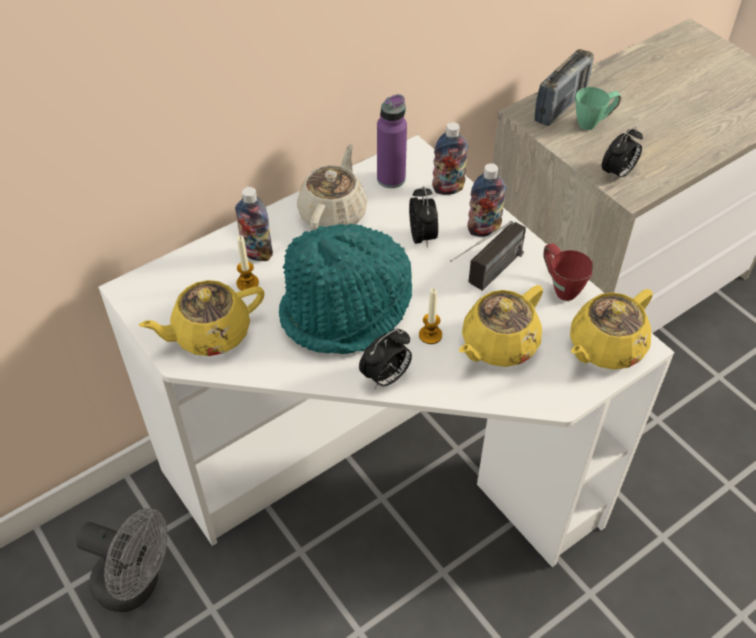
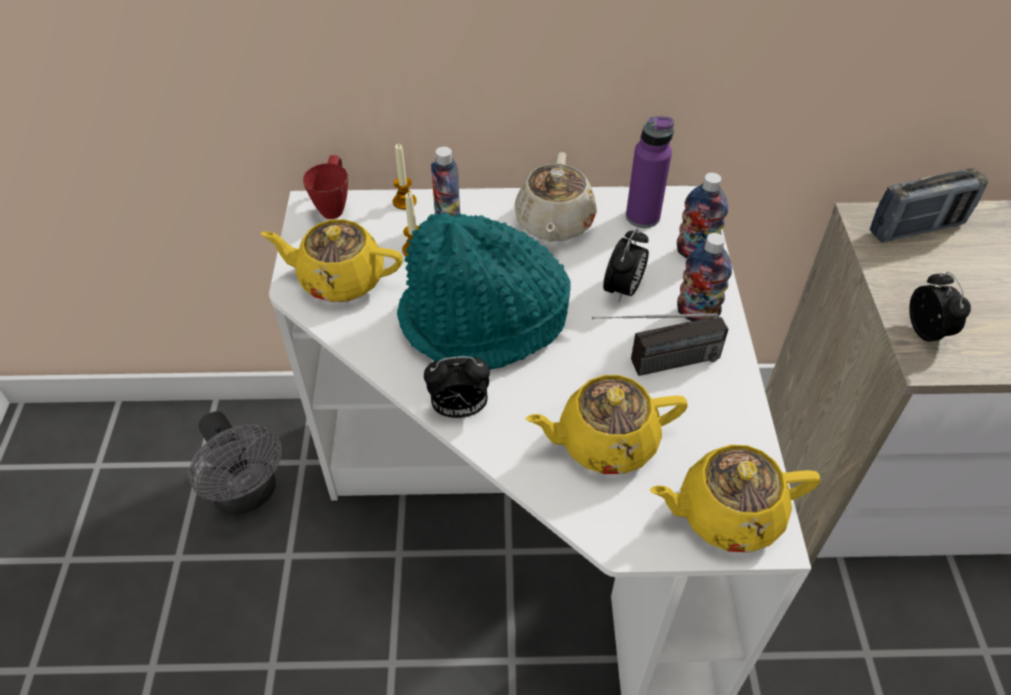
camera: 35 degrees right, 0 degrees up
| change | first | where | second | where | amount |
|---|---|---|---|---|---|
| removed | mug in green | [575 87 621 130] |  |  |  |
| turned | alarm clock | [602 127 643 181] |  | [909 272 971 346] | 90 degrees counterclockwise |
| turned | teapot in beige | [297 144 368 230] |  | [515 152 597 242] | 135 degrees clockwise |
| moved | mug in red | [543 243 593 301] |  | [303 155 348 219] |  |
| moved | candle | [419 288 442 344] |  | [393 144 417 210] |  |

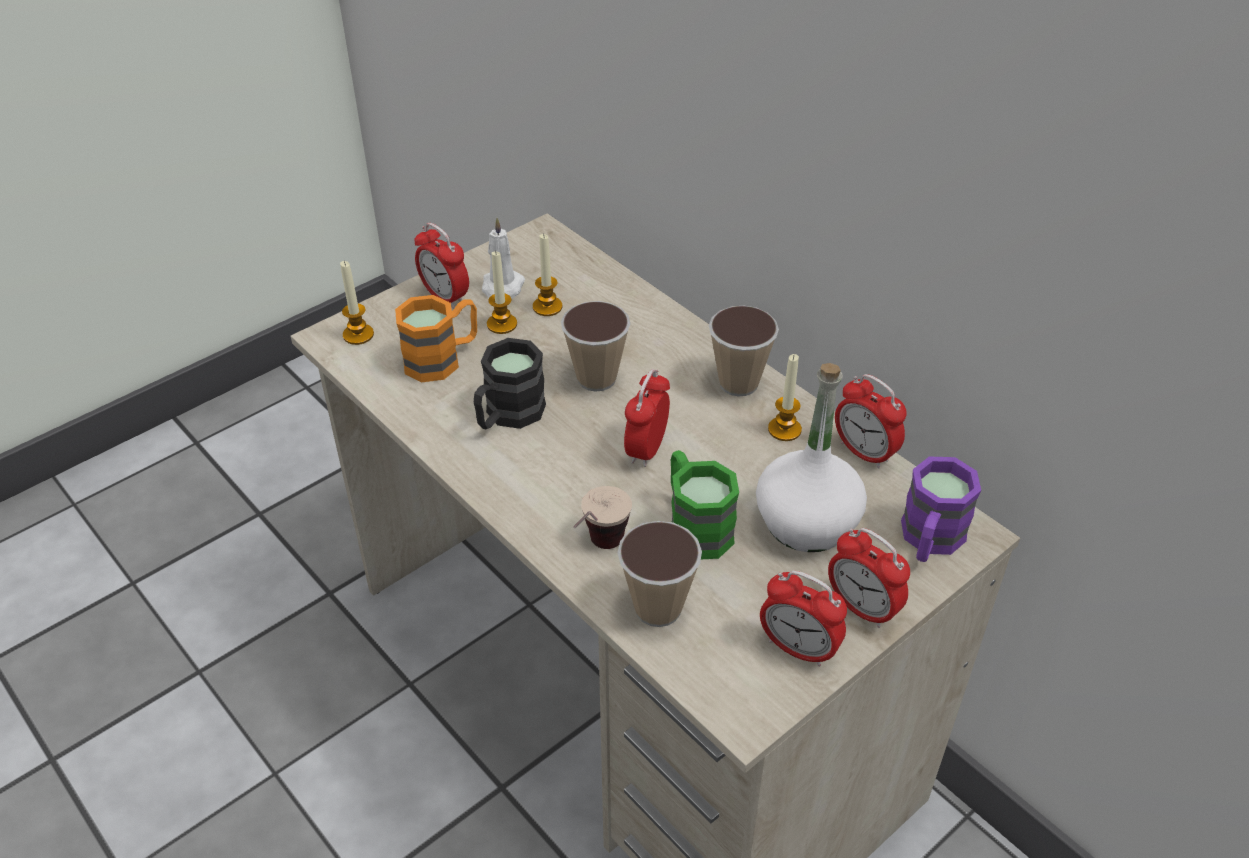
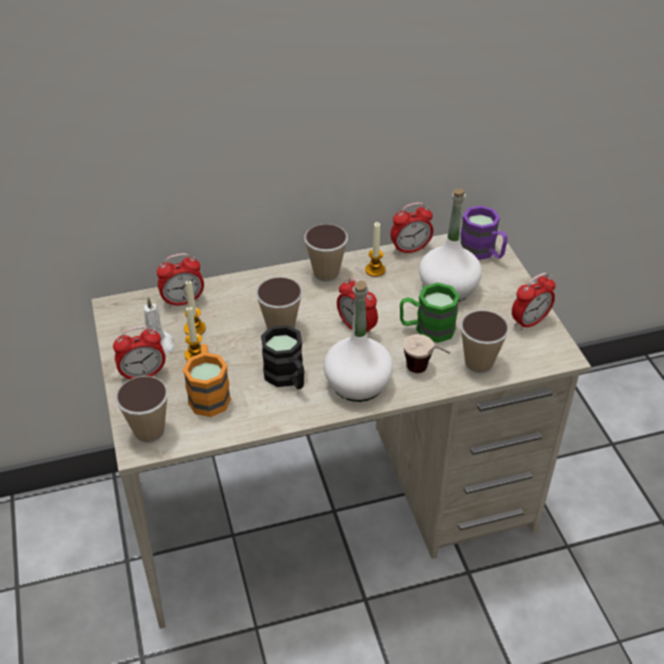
camera: 65 degrees left, 0 degrees up
| change | first | where | second | where | amount |
|---|---|---|---|---|---|
| replaced | candle | [340 261 374 345] | cup | [115 376 168 443] |  |
| moved | alarm clock | [828 528 910 628] |  | [157 253 204 308] |  |
| added |  |  | bottle in white | [323 280 393 402] |  |

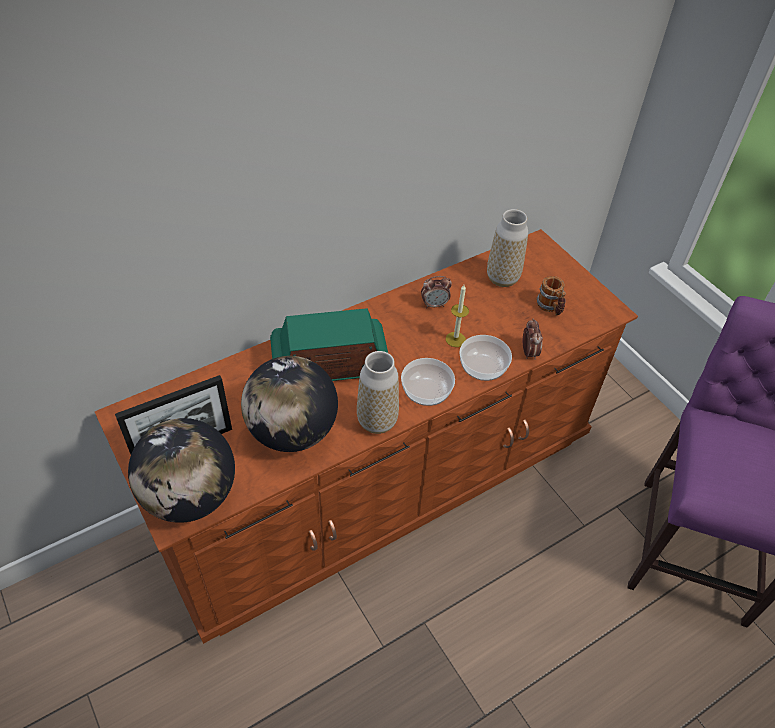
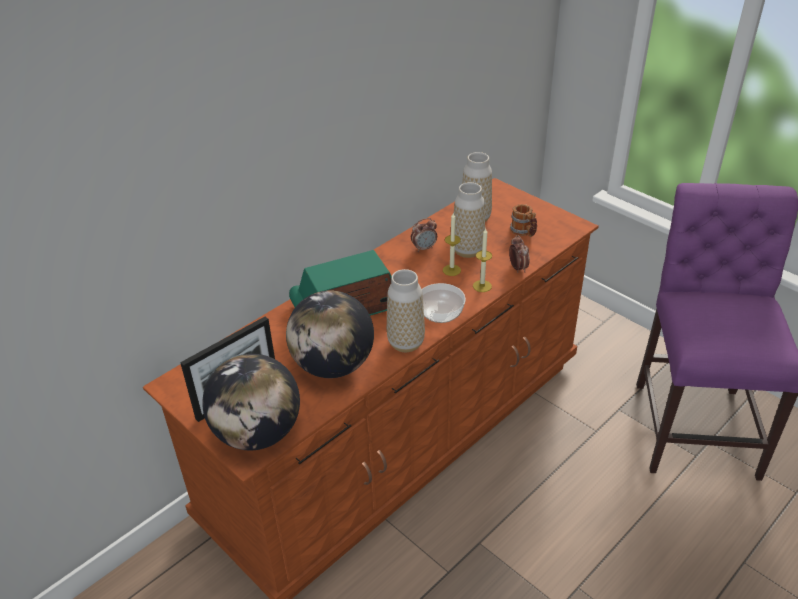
camera: 10 degrees left, 10 degrees down
| change | first | where | second | where | amount |
|---|---|---|---|---|---|
| replaced | bowl | [459 335 512 381] | candle | [473 228 492 292] |  |
| added |  |  | vase | [454 182 485 258] |  |

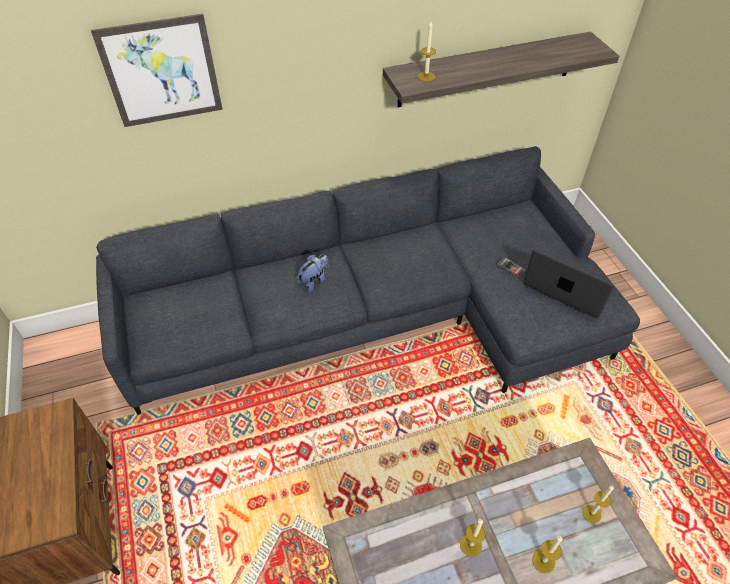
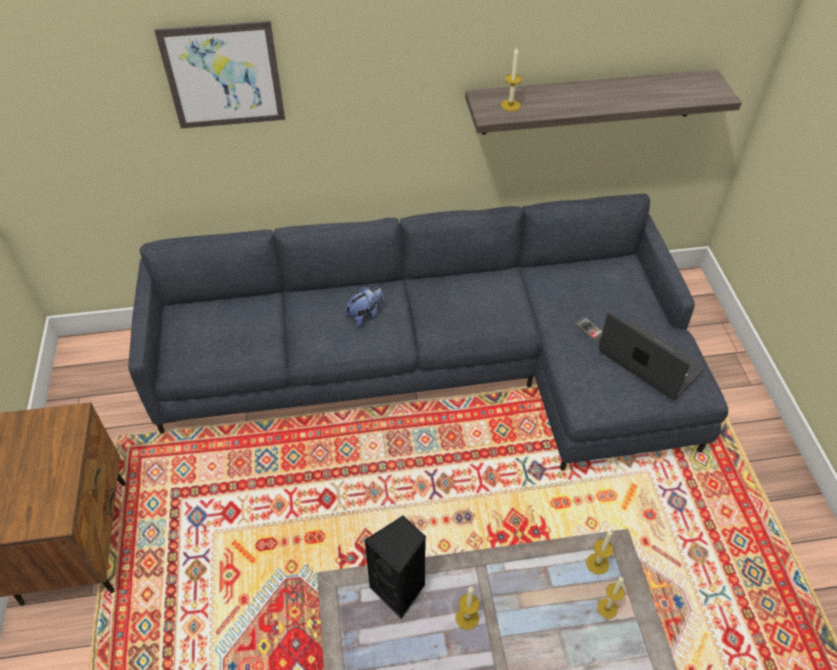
camera: 10 degrees right, 0 degrees up
| change | first | where | second | where | amount |
|---|---|---|---|---|---|
| moved | candle | [532 536 562 573] |  | [586 530 614 574] |  |
| added |  |  | speaker in black | [364 516 426 619] |  |

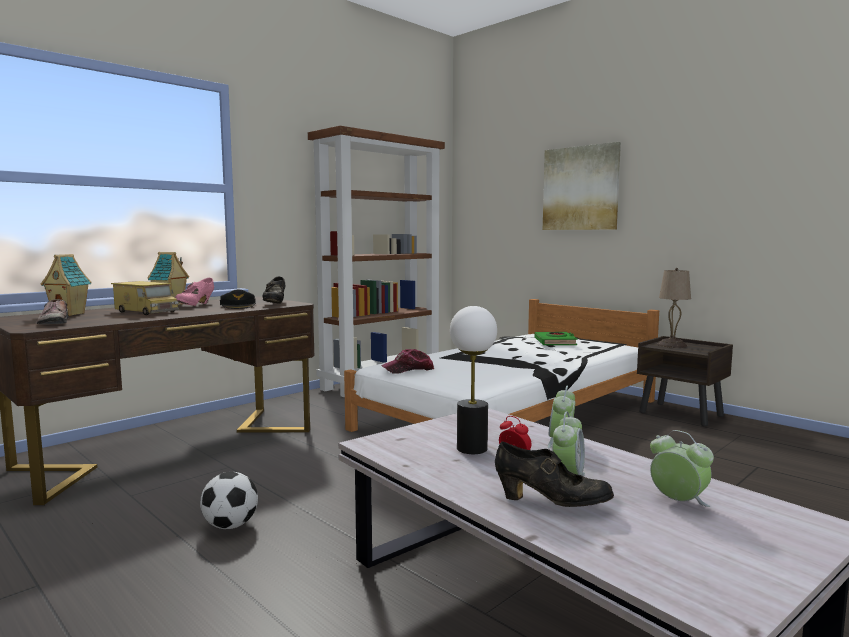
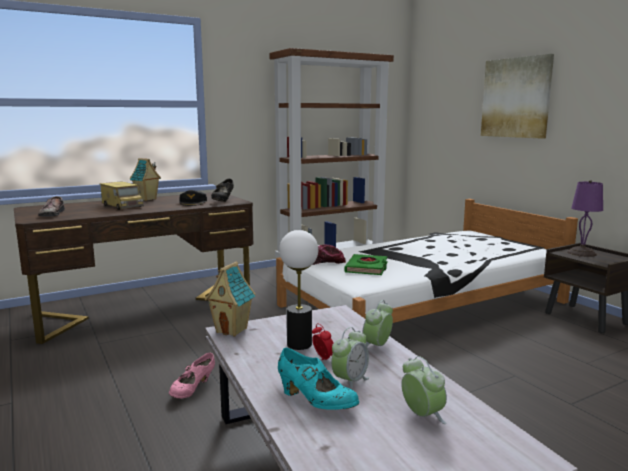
camera: 15 degrees right, 5 degrees up
| change | first | where | second | where | amount |
|---|---|---|---|---|---|
| moved | toy house | [40 254 92 316] |  | [205 261 256 337] |  |
| recoloured | table lamp in beige | [657 268 691 348] | table lamp in purple | [567 180 603 257] |  |
| moved | shoe in pink | [175 278 214 306] |  | [169 353 215 399] |  |
| moved | book in green | [534 332 578 345] |  | [344 254 388 275] |  |
| recoloured | shoe in black | [495 442 614 507] | shoe in turquoise | [278 348 359 410] |  |
| removed | football | [200 472 258 529] |  |  |  |

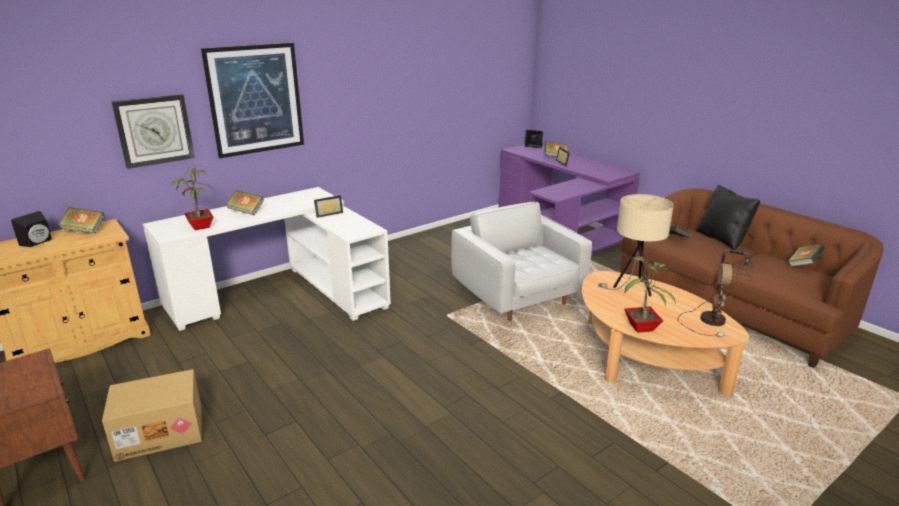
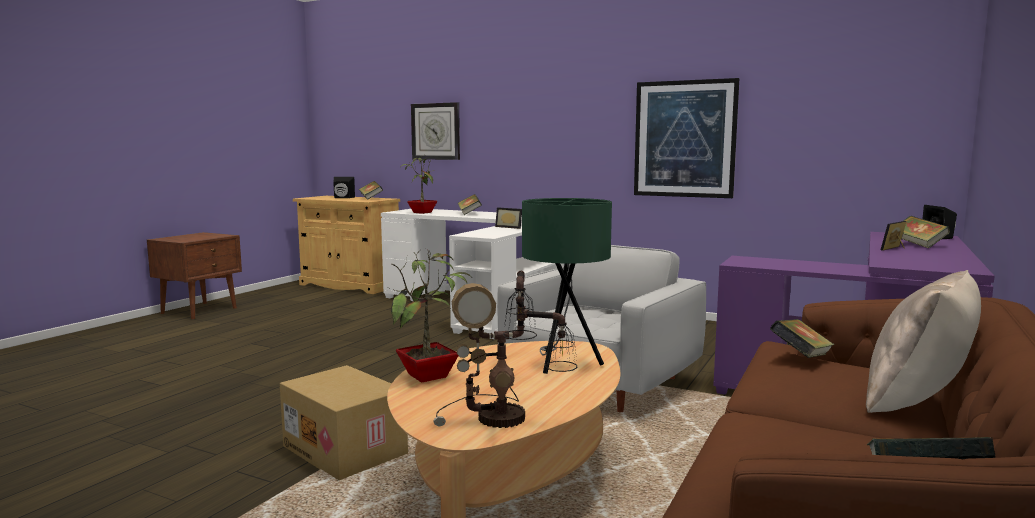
camera: 65 degrees right, 15 degrees down
| change | first | where | second | where | amount |
|---|---|---|---|---|---|
| moved | picture | [201 43 304 158] |  | [634 78 739 198] |  |
| recoloured | pillow in black | [697 184 760 250] | pillow in beige | [866 270 981 413] |  |
| recoloured | table lamp in beige | [598 194 674 296] | table lamp in green | [522 198 612 374] |  |
| moved | cardboard box | [102 369 202 462] |  | [280 365 408 480] |  |

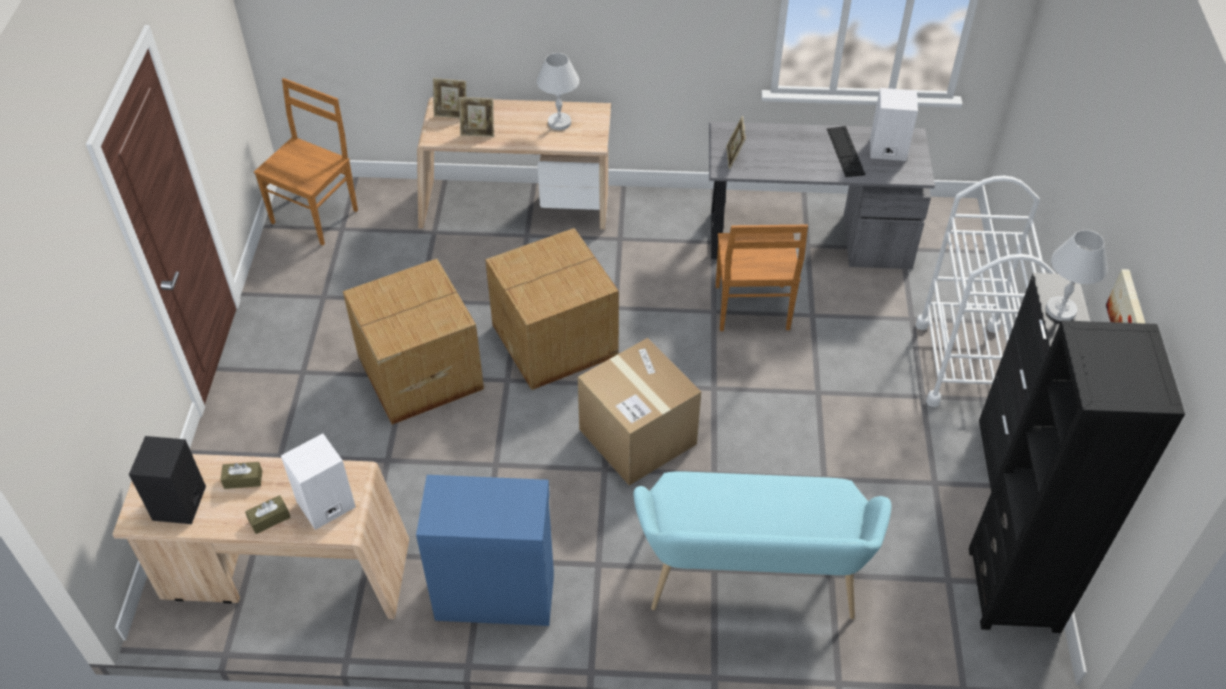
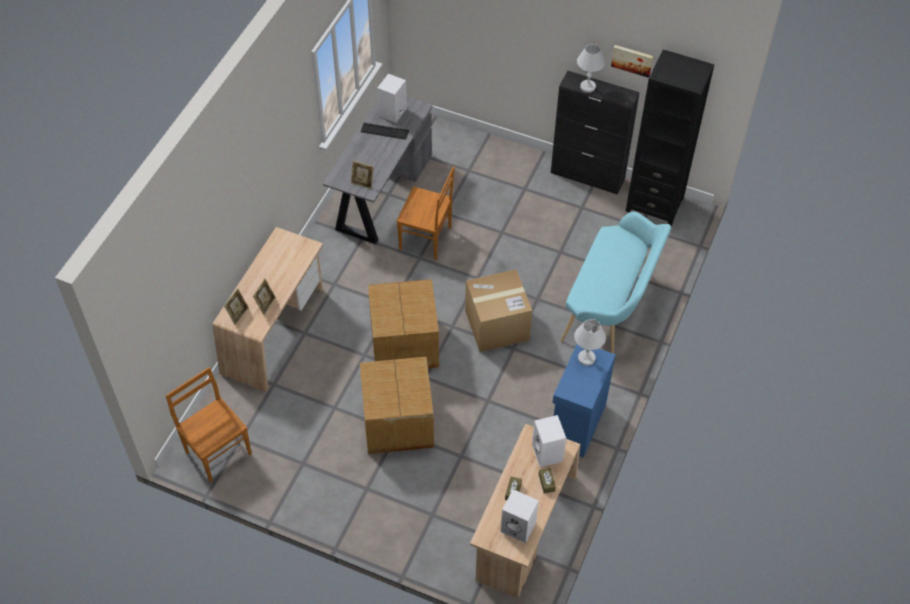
camera: 70 degrees left, 5 degrees up
| change | first | where | second | where | amount |
|---|---|---|---|---|---|
| moved | table lamp in white | [537 53 579 130] |  | [574 319 606 366] |  |
| removed | cart in white | [915 176 1057 407] |  |  |  |
| recoloured | speaker in black | [129 436 206 524] | speaker in white | [500 489 539 543] |  |

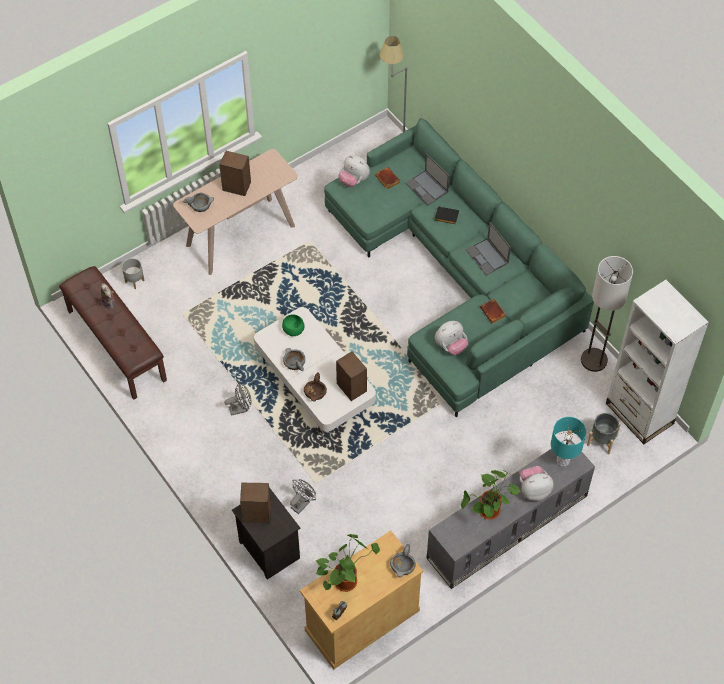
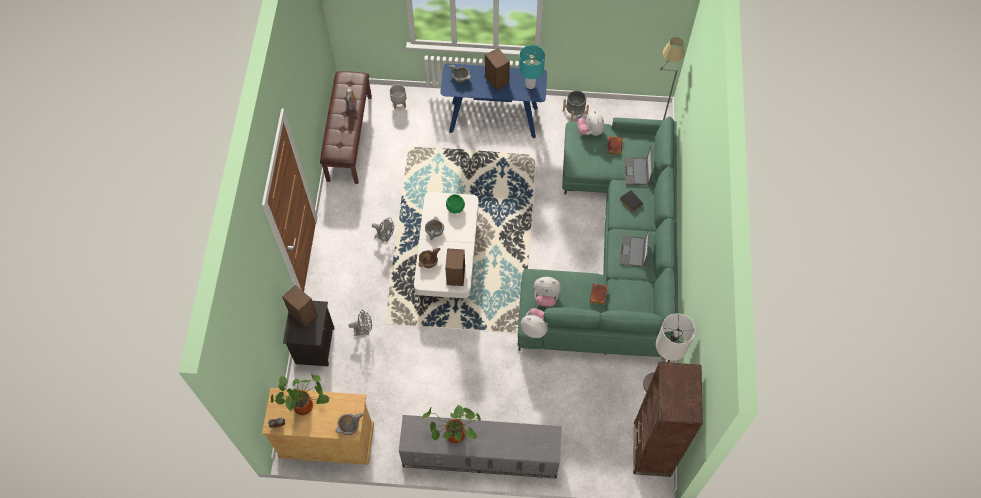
camera: 40 degrees right, 5 degrees up
| change | first | where | second | where | amount |
|---|---|---|---|---|---|
| recoloured | console table in beige | [173 149 298 275] | console table in blue | [440 64 547 138] |  |
| recoloured | bookcase in white | [606 280 709 444] | bookcase in brown | [633 362 703 477] |  |
| moved | planter in grey | [587 413 621 454] |  | [563 90 589 122] |  |
| moved | table lamp in turquoise | [551 417 586 466] |  | [519 45 545 89] |  |
| moved | plush toy | [519 466 553 501] |  | [521 308 548 338] |  |

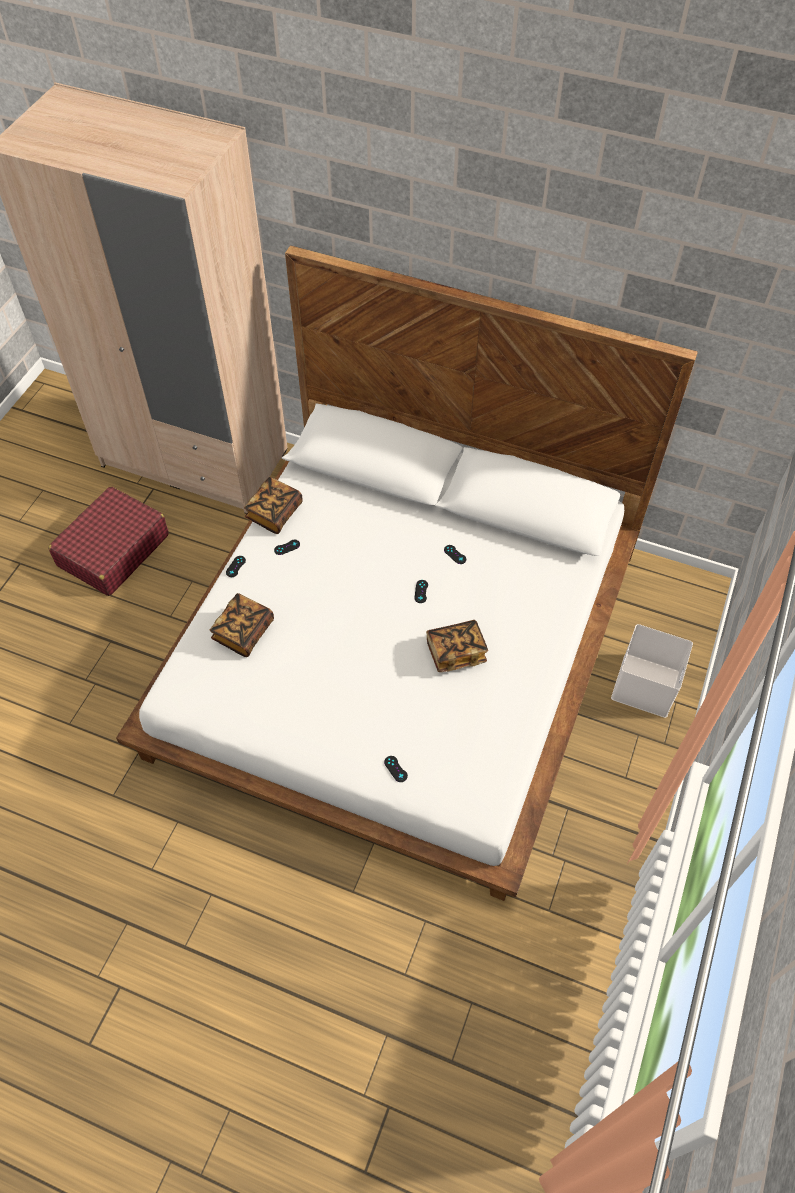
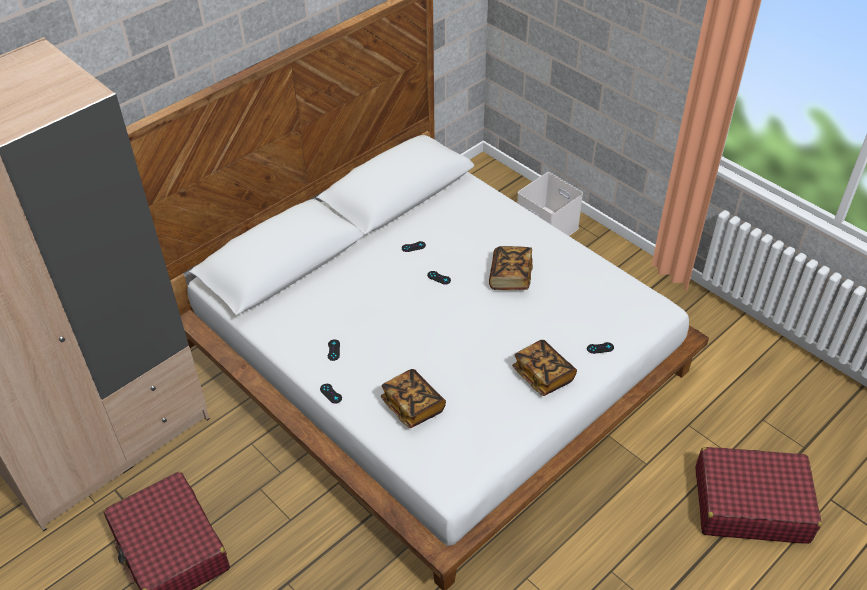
camera: 65 degrees left, 10 degrees down
| change | first | where | second | where | amount |
|---|---|---|---|---|---|
| moved | book | [244 477 303 534] |  | [512 340 577 396] |  |
| added |  |  | suitcase in red | [695 447 822 544] |  |

